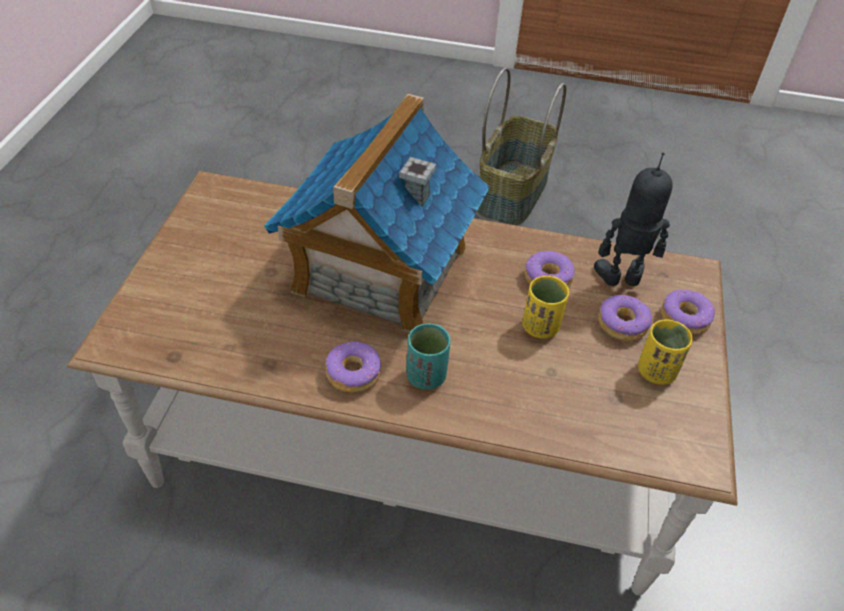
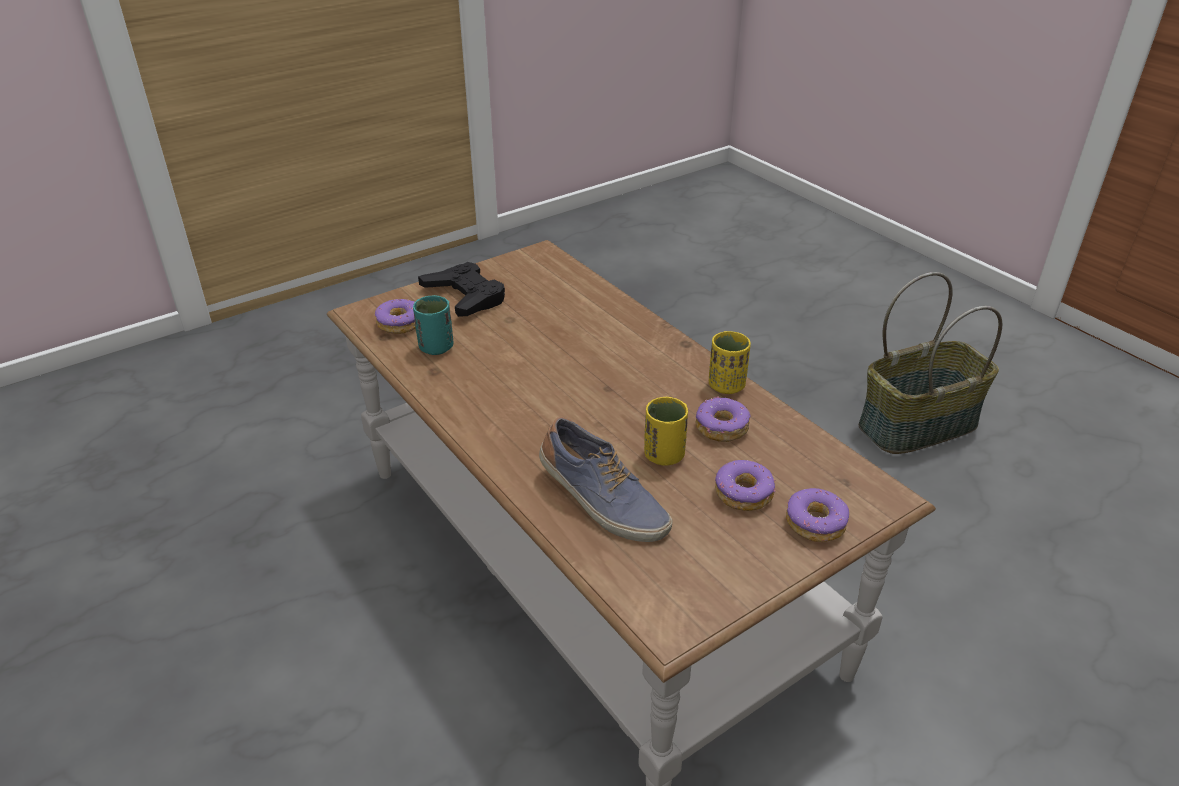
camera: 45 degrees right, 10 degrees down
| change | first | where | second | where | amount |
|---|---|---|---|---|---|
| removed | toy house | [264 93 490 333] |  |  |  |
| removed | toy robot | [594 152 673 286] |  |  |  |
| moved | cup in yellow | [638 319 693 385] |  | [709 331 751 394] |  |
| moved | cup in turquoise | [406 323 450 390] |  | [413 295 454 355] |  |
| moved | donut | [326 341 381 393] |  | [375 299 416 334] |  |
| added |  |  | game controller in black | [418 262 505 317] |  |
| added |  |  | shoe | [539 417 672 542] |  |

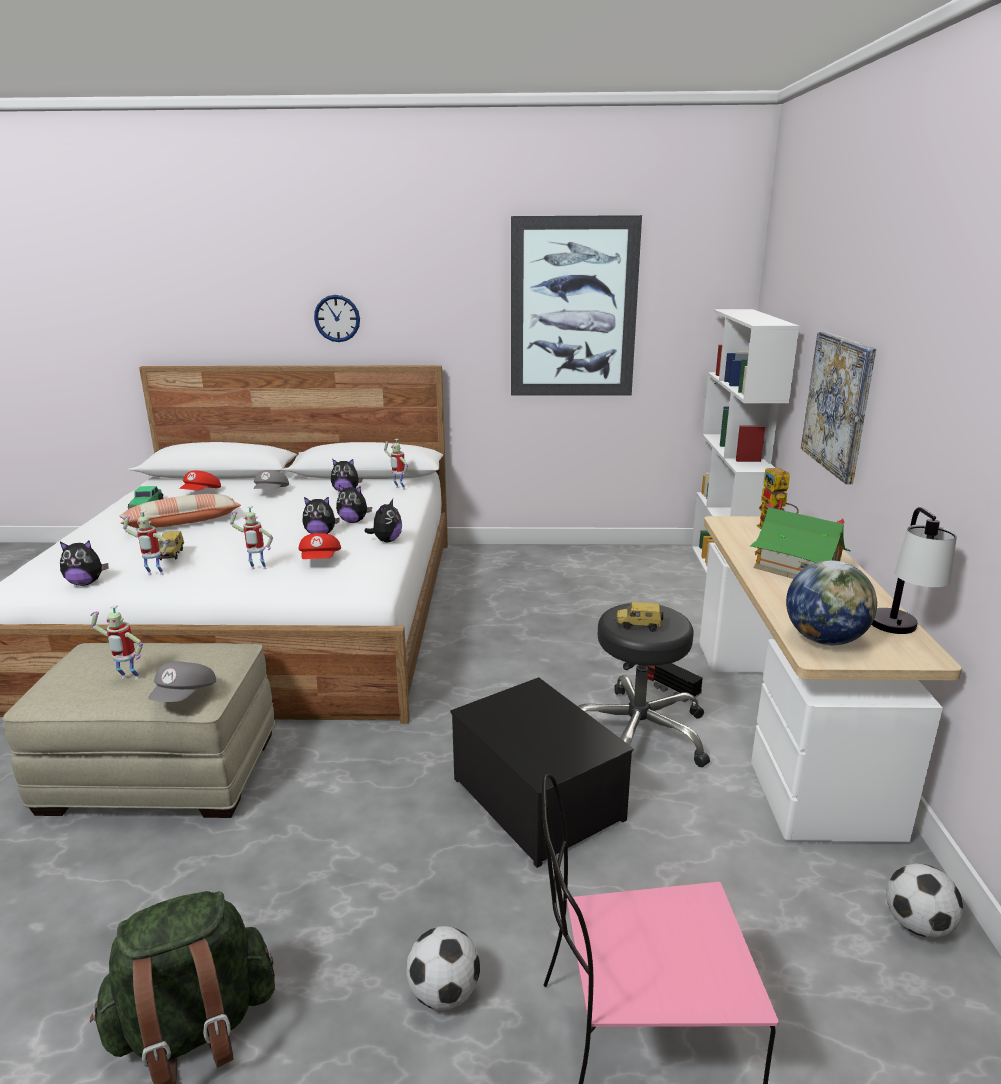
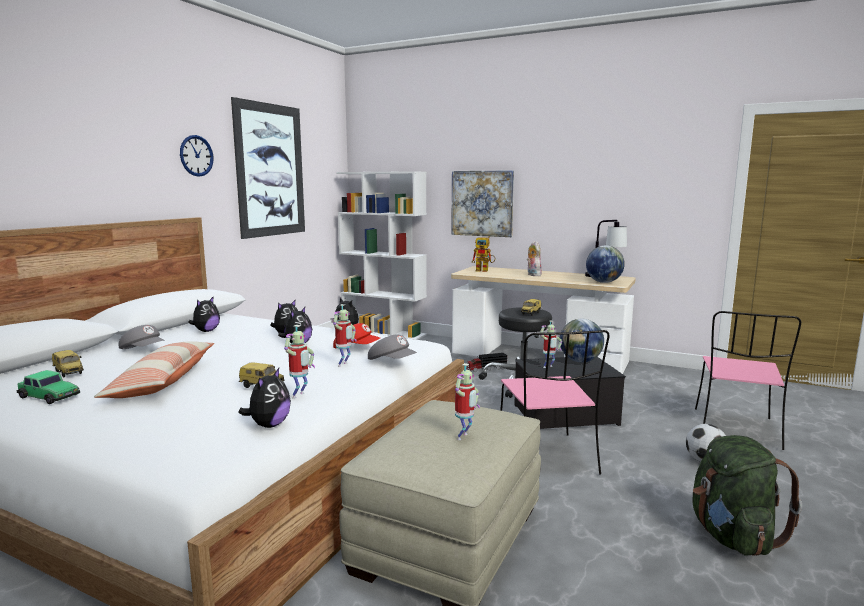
camera: 65 degrees left, 10 degrees down
| change | first | where | second | where | amount |
|---|---|---|---|---|---|
| moved | wall clock | [314 295 360 342] |  | [180 135 214 177] |  |
| moved | toy robot | [384 439 408 490] |  | [540 321 562 368] |  |
| replaced | cap in red | [179 471 221 491] | toy car | [52 350 84 378] |  |
| replaced | toy house | [750 503 850 579] | plush toy | [527 241 542 276] |  |
| moved | cap in grey | [148 661 216 702] |  | [368 335 417 360] |  |
| removed | football | [887 863 963 938] |  |  |  |
| added |  |  | globe | [560 319 604 363] |  |
| added |  |  | chair in pink | [500 330 610 474] |  |

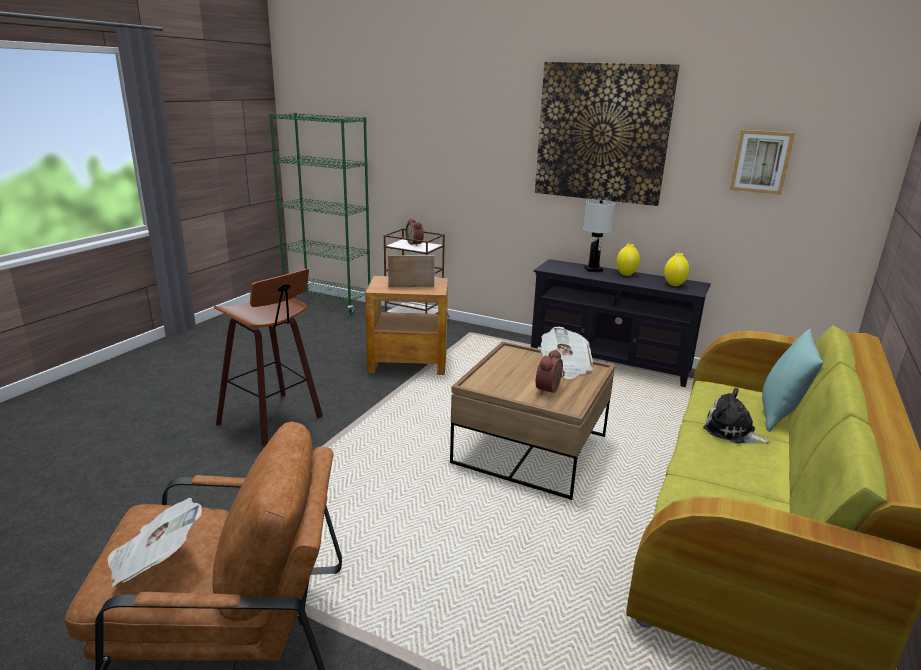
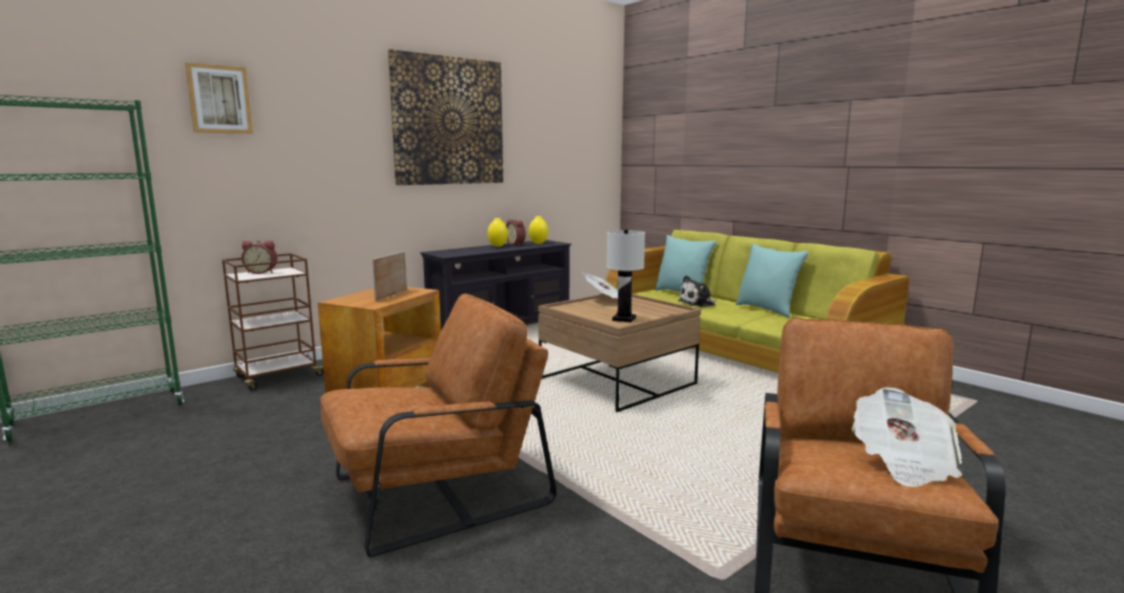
camera: 65 degrees left, 10 degrees down
| change | first | where | second | where | amount |
|---|---|---|---|---|---|
| moved | picture | [730 130 795 195] |  | [185 63 253 134] |  |
| moved | table lamp in white | [583 200 616 272] |  | [606 230 645 322] |  |
| replaced | stool | [214 269 323 447] | armchair in brown | [320 293 557 557] |  |
| moved | alarm clock | [536 349 565 395] |  | [506 219 526 245] |  |
| added |  |  | pillow in turquoise | [736 243 809 317] |  |

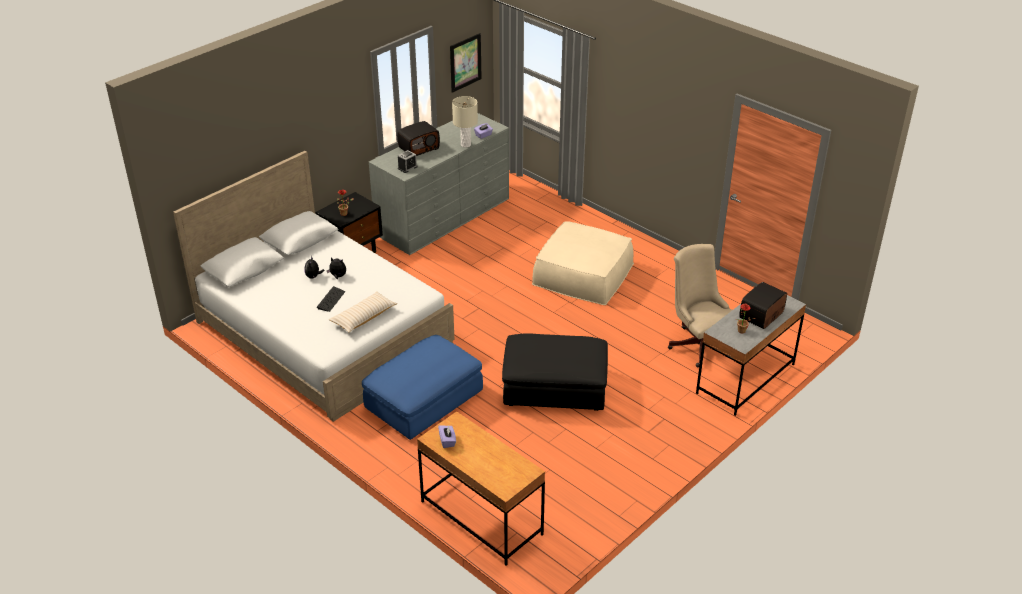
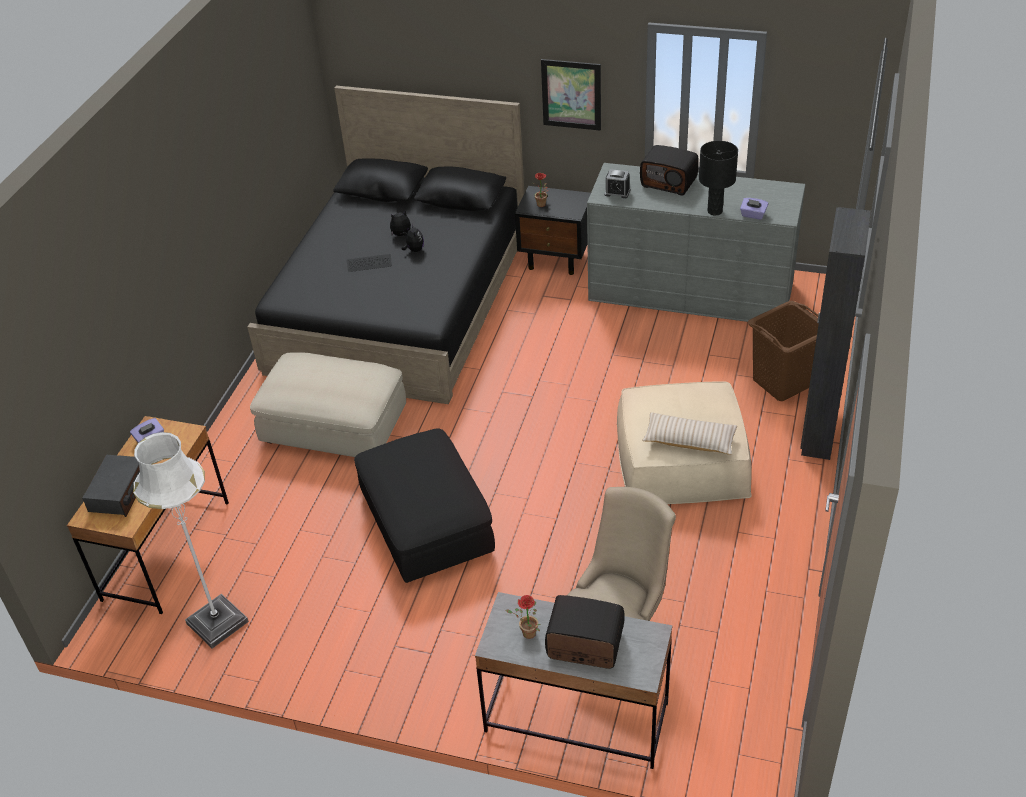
camera: 65 degrees right, 5 degrees up
| change | first | where | second | where | amount |
|---|---|---|---|---|---|
| moved | picture | [450 33 482 93] |  | [541 59 601 131] |  |
| recoloured | table lamp in beige | [452 96 478 147] | table lamp in black | [699 141 738 216] |  |
| recoloured | bed in white | [173 151 455 422] | bed in black | [247 86 524 404] |  |
| moved | pillow in beige | [329 292 397 333] |  | [642 412 737 455] |  |
| recoloured | ottoman in blue | [362 335 483 440] | ottoman in beige | [250 352 406 457] |  |
| added |  |  | wardrobe in black | [800 207 871 460] |  |
| added |  |  | laundry basket in brown | [748 301 819 401] |  |
| added |  |  | floor lamp in white | [133 432 249 649] |  |
| added |  |  | radio | [82 455 140 517] |  |

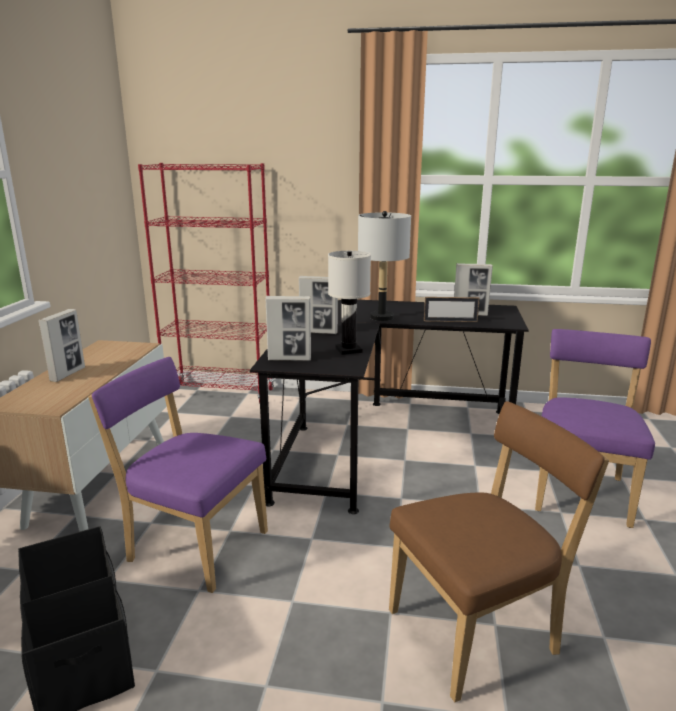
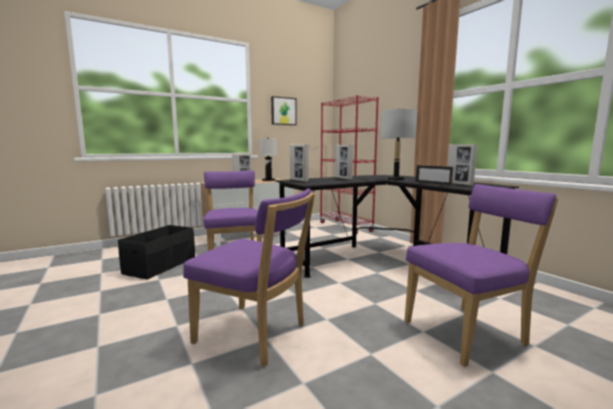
camera: 50 degrees right, 10 degrees down
| change | first | where | second | where | amount |
|---|---|---|---|---|---|
| moved | table lamp in white | [328 251 371 355] |  | [259 138 277 181] |  |
| recoloured | chair in brown | [389 401 609 702] | chair in purple | [183 188 315 367] |  |
| added |  |  | picture | [271 96 297 125] |  |

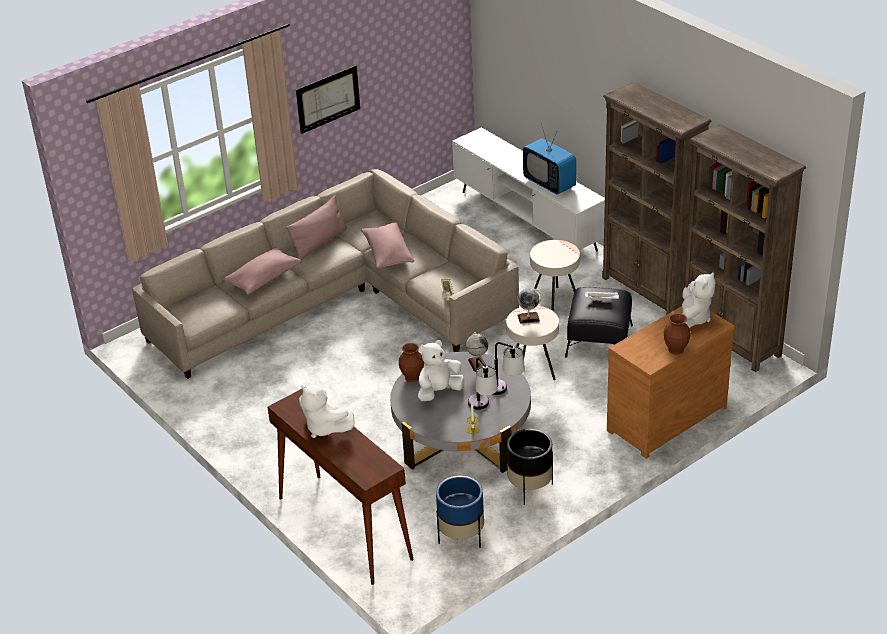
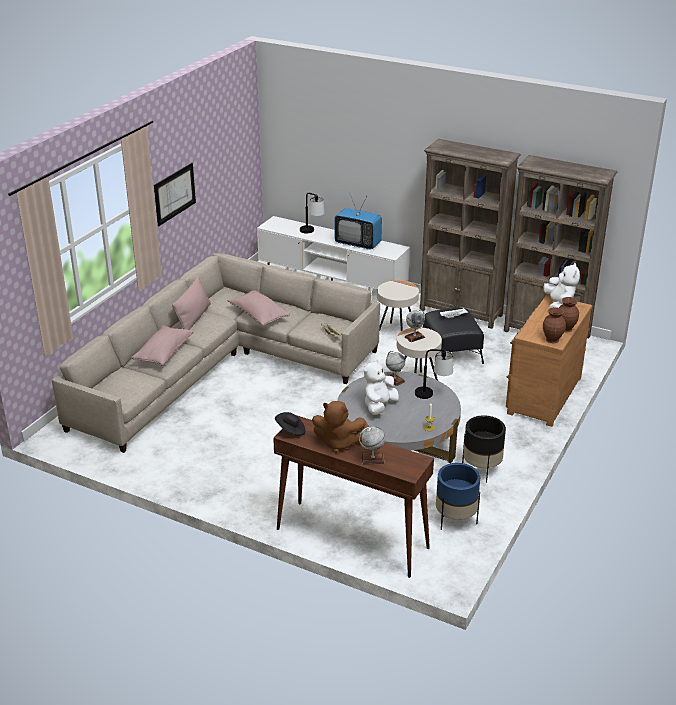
camera: 25 degrees left, 5 degrees down
| change | first | where | second | where | amount |
|---|---|---|---|---|---|
| moved | vase in brown | [399 343 424 382] |  | [543 307 566 343] |  |
| moved | table lamp | [468 357 498 410] |  | [300 193 325 233] |  |
| recoloured | plush toy in white | [299 385 355 438] | plush toy in brown | [312 401 369 453] |  |
| added |  |  | hat in black | [275 412 306 436] |  |
| added |  |  | globe | [359 426 385 465] |  |

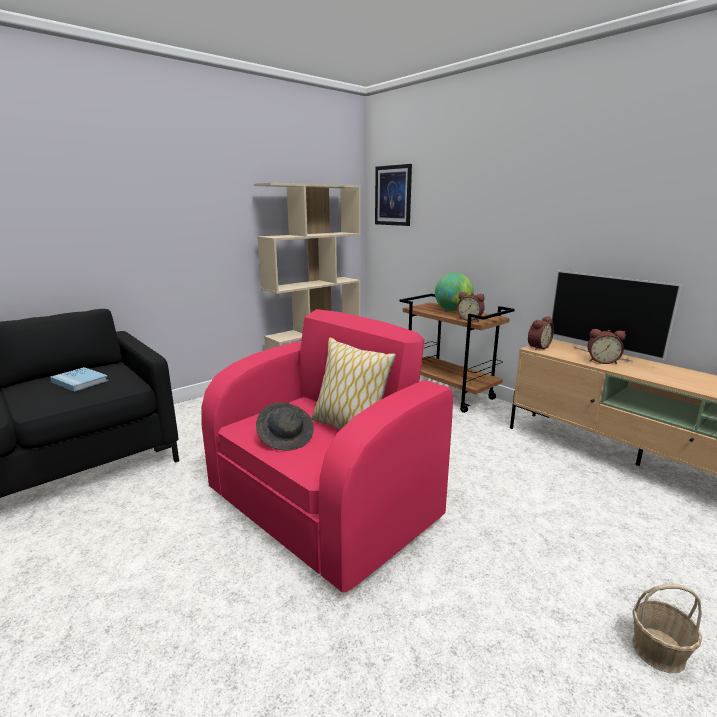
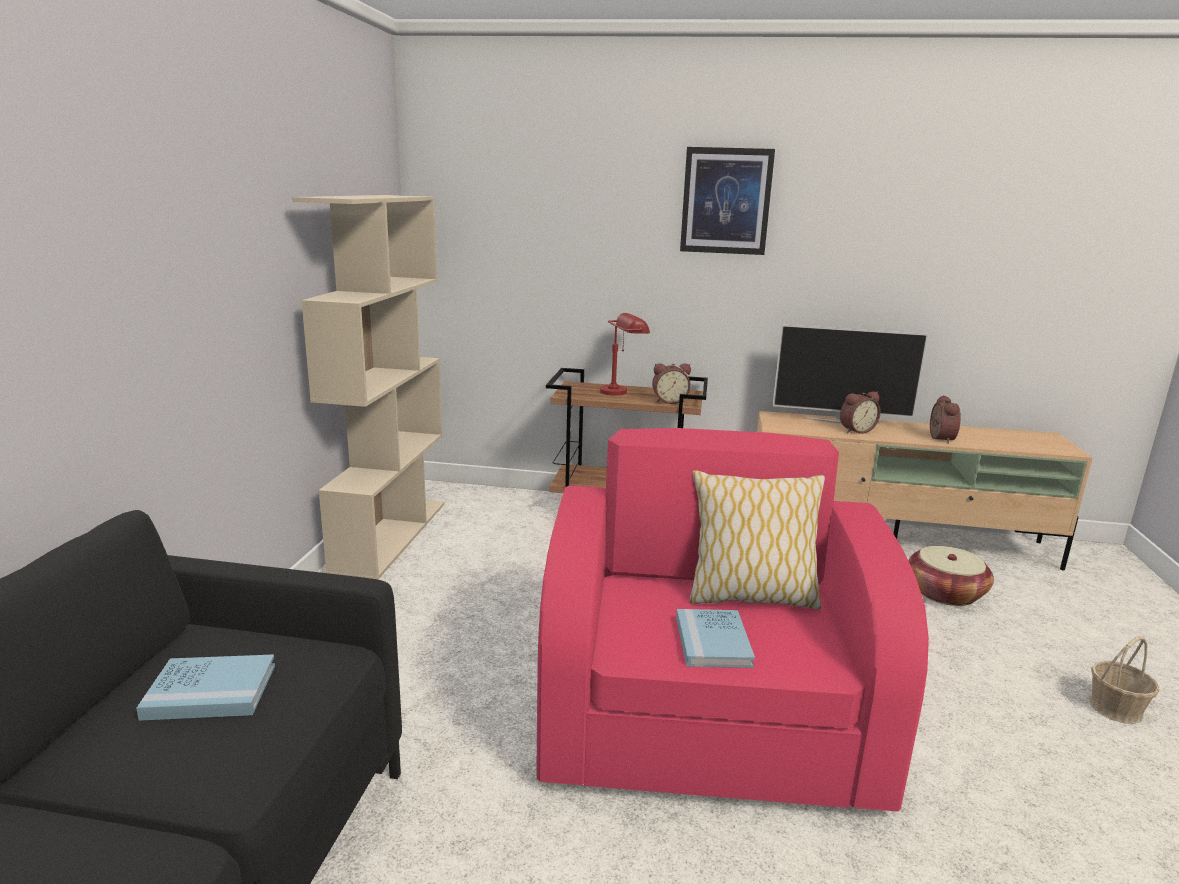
camera: 40 degrees left, 0 degrees up
| change | first | where | second | where | amount |
|---|---|---|---|---|---|
| moved | picture | [375 164 412 226] |  | [680 147 775 255] |  |
| replaced | globe | [435 273 474 311] | table lamp in red | [600 313 650 396] |  |
| moved | alarm clock | [528 316 554 350] |  | [930 395 961 444] |  |
| replaced | hat in grey | [256 402 314 451] | book in blue | [676 609 755 668] |  |
| added |  |  | basket | [908 546 994 606] |  |

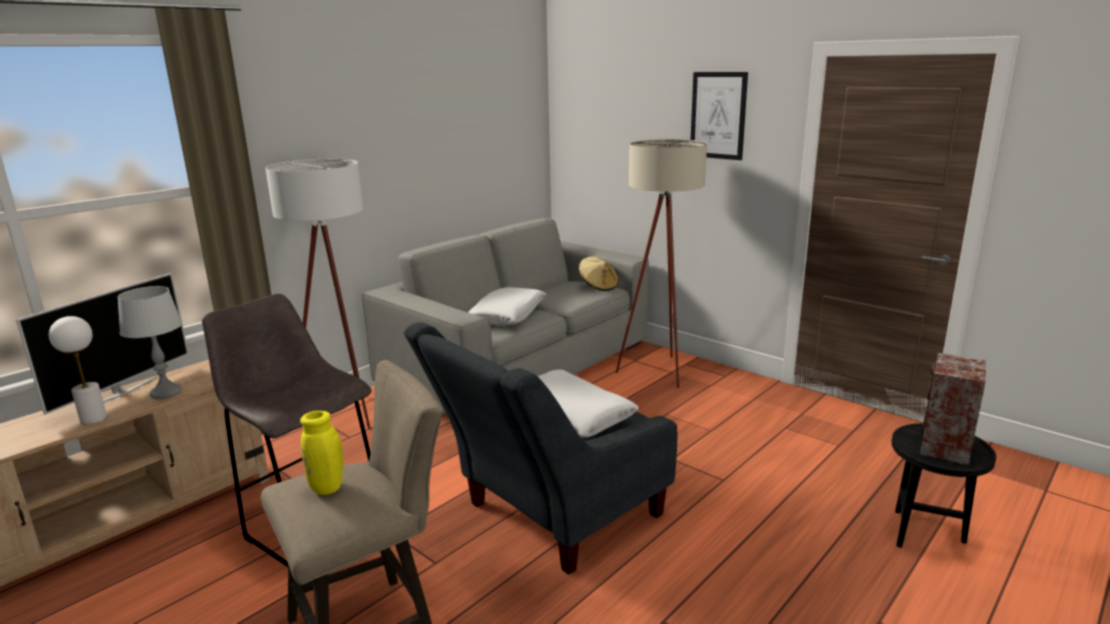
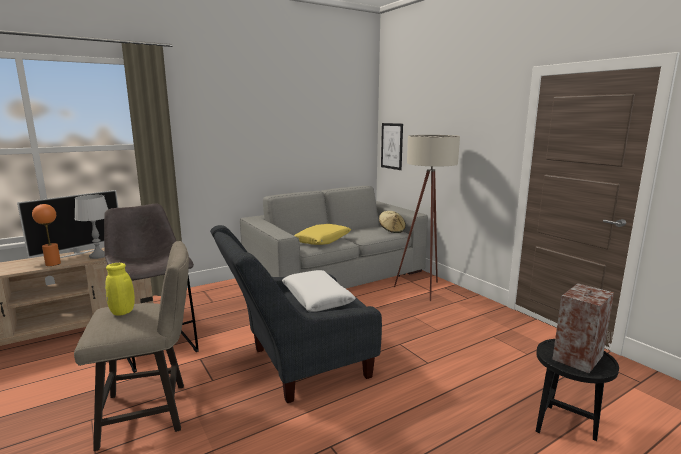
camera: 15 degrees right, 5 degrees down
| change | first | where | second | where | amount |
|---|---|---|---|---|---|
| moved | picture | [691 72 748 160] |  | [381 123 403 170] |  |
| removed | floor lamp in white | [266 159 370 428] |  |  |  |
| recoloured | pillow in white | [468 287 546 325] | pillow in yellow | [294 224 351 245] |  |
| recoloured | table lamp in white | [49 316 107 425] | table lamp in orange | [32 204 61 266] |  |

